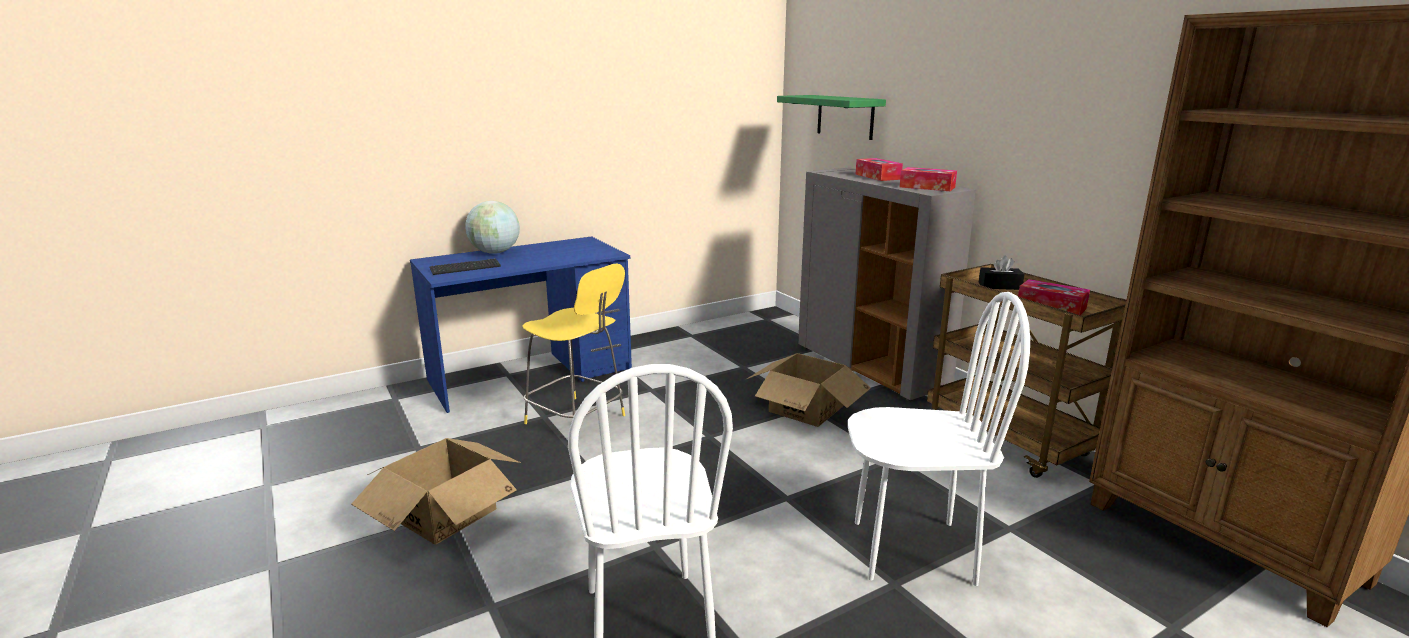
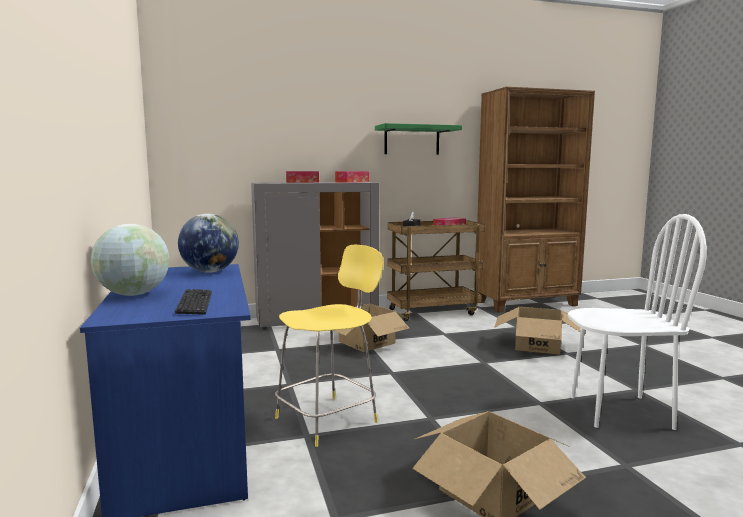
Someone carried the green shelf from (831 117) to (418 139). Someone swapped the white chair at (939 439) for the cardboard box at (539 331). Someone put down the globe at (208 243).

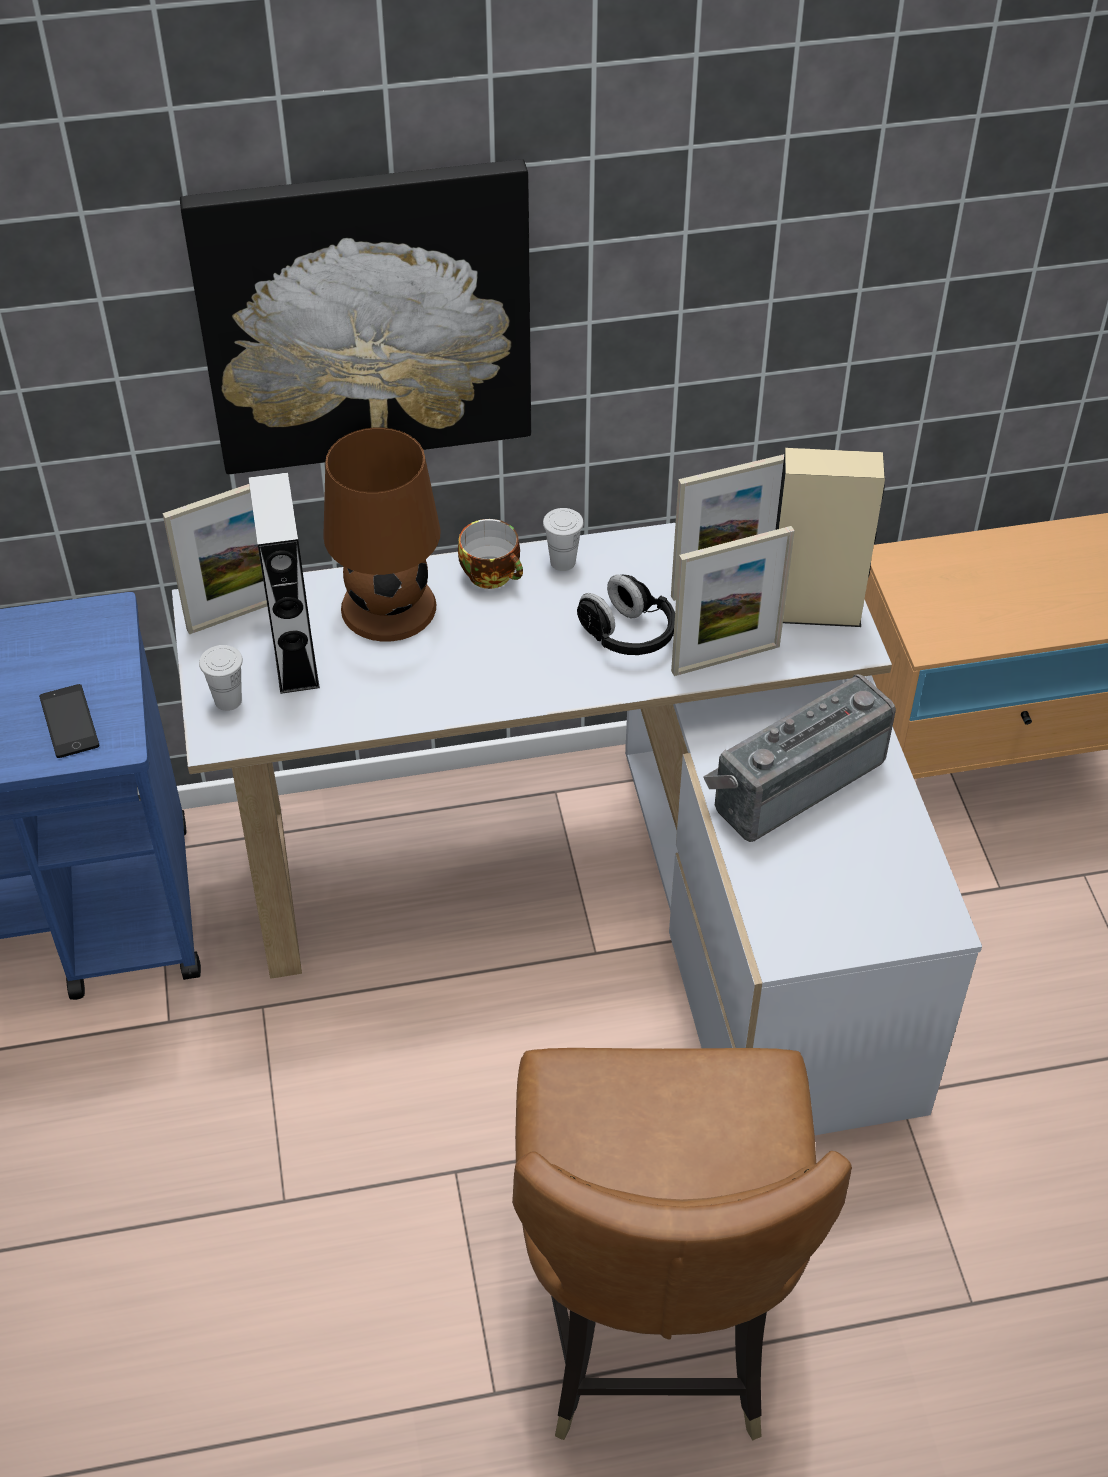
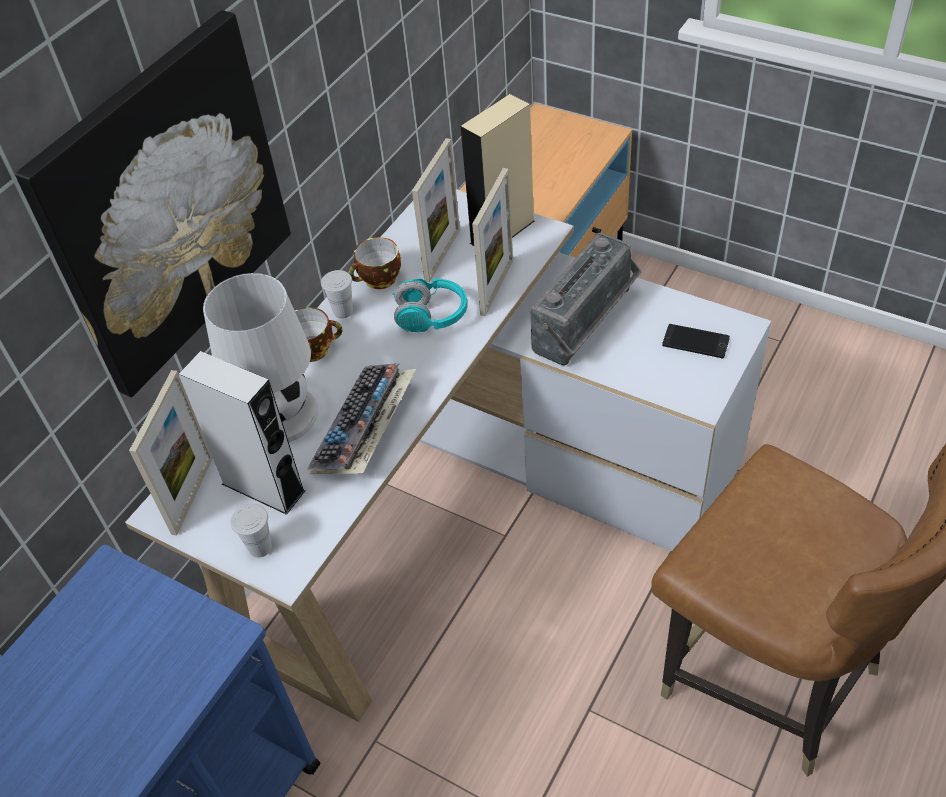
Someone repainted the brown table lamp at (382 534), which became the white table lamp at (260 357). Someone repainted the black headphones at (626 614), which became the turquoise headphones at (430 305). Someone rotated the radio at (799 758) by 150 degrees counterclockwise. Someone carried the phone from (69 721) to (696 341). Someone put down the cup at (375 263). Someone put down the keyboard at (362 418).

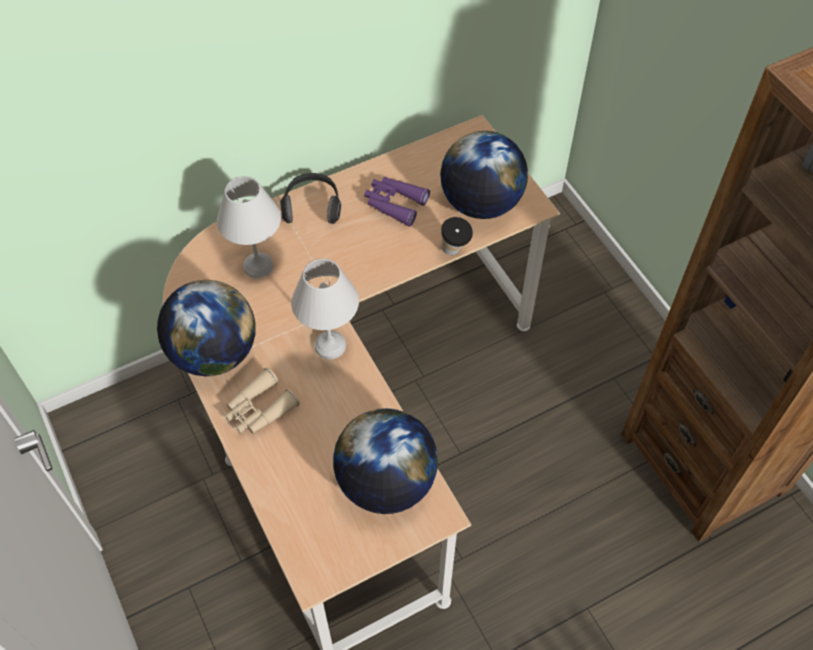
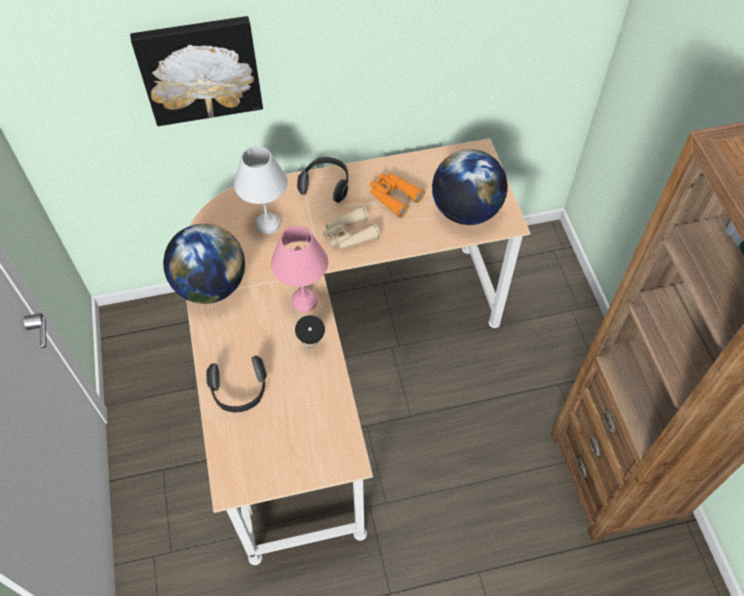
Someone repainted the purple binoculars at (397 202), which became the orange binoculars at (397 195). Someone carried the cup from (457 236) to (310 331). Someone repainted the white table lamp at (325 309), which became the pink table lamp at (299 269). Someone carried the beige binoculars from (262 400) to (351 228). Someone took away the globe at (385 461). Someone put up the picture at (196 71). Someone put down the headphones at (236 383).

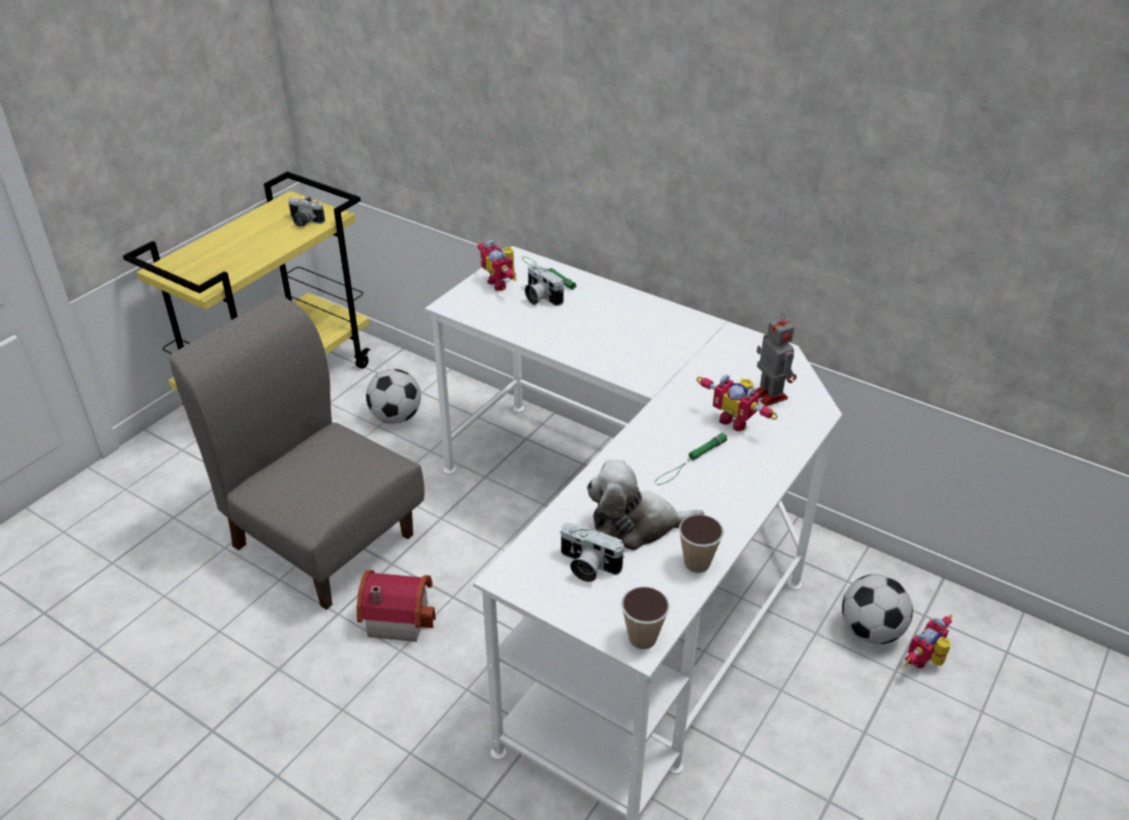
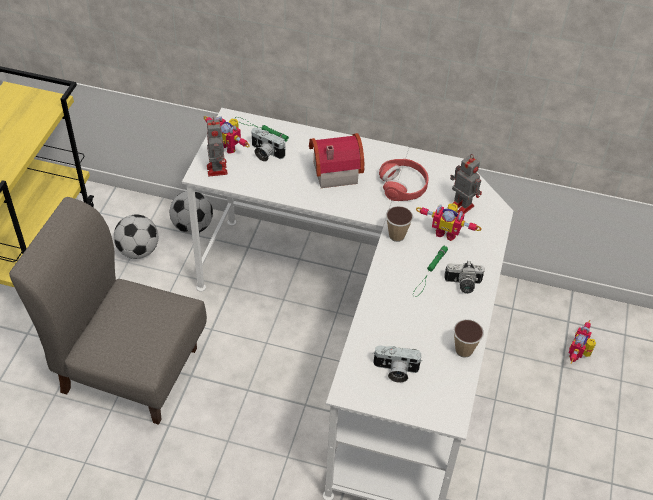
Someone carried the photo camera from (306 211) to (464 277). Someone took away the plush toy at (645 504). Someone carried the toy house from (396 606) to (336 160). Someone carried the football from (877 609) to (191 212). Someone carried the cup from (645 617) to (399 224). Someone put down the toy robot at (217 147). Someone put down the red headphones at (404 180).

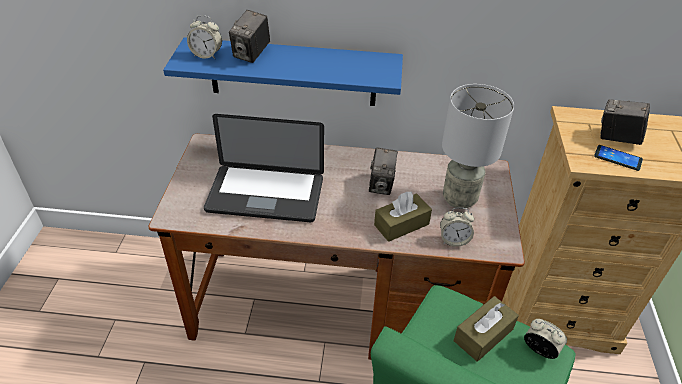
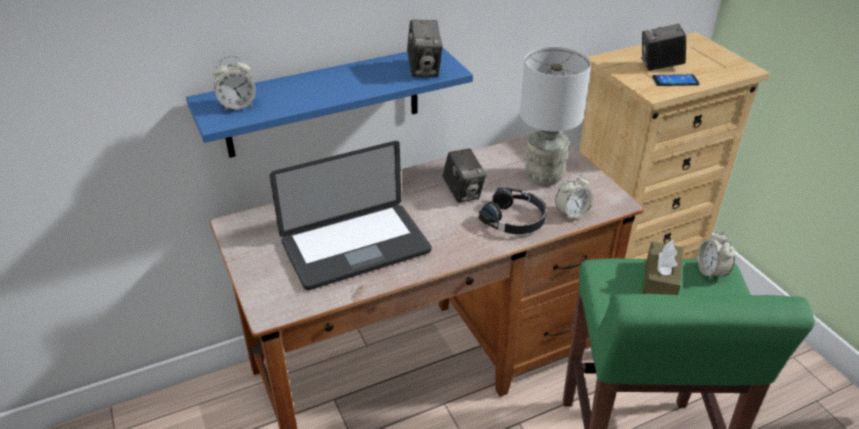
Someone carried the photo camera from (249 36) to (425 48). Someone swapped the brown tissue box at (403 217) for the black headphones at (513 211). Someone rotated the alarm clock at (545 339) by 105 degrees counterclockwise.

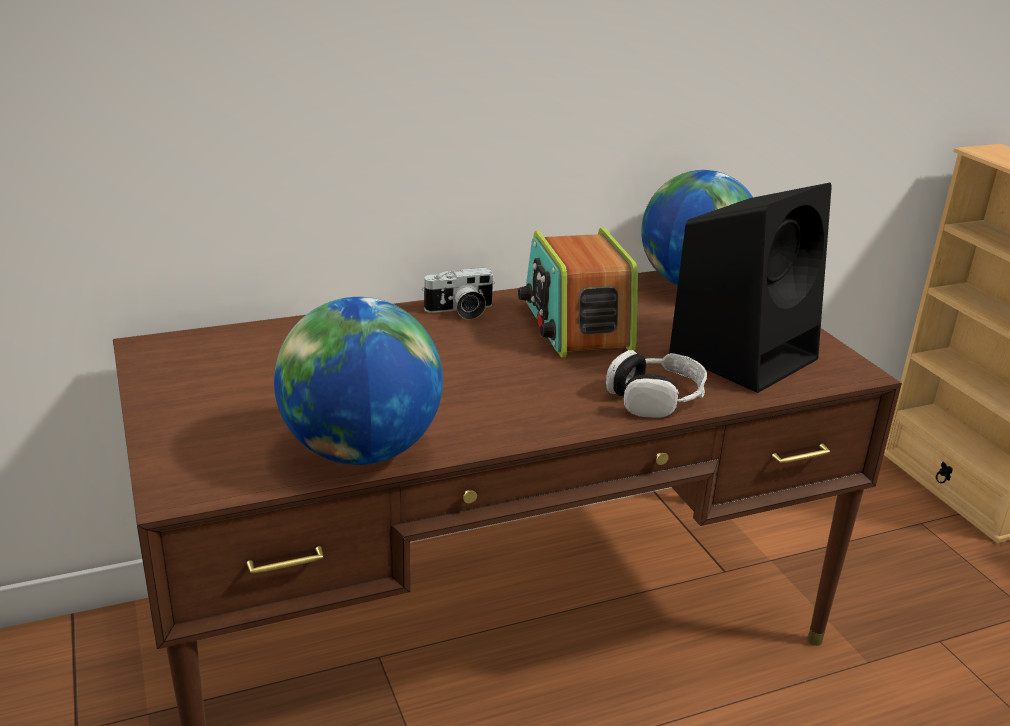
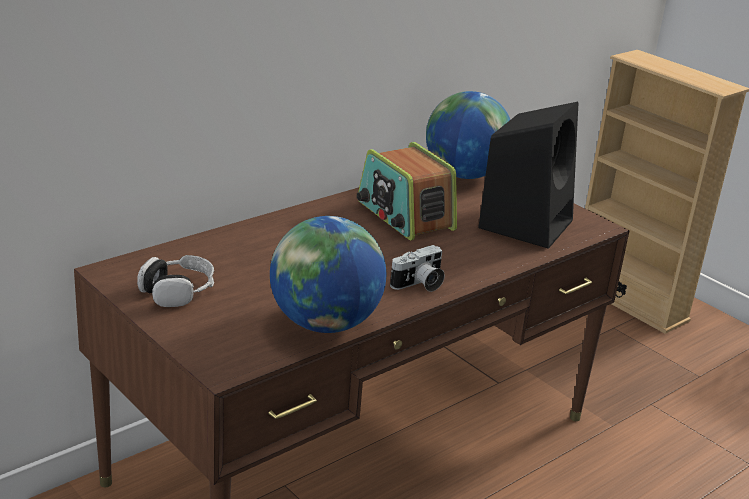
Someone carried the photo camera from (458 294) to (417 268). Someone carried the headphones from (656 384) to (175 281).

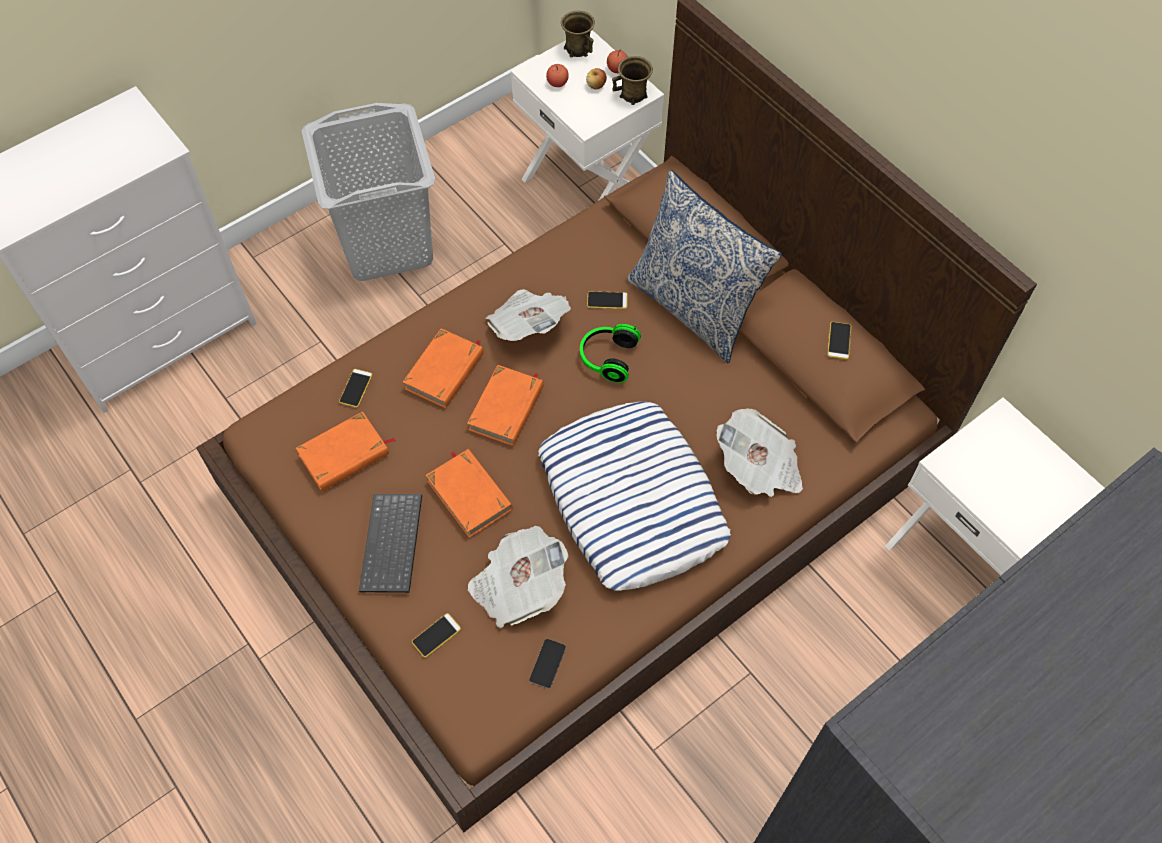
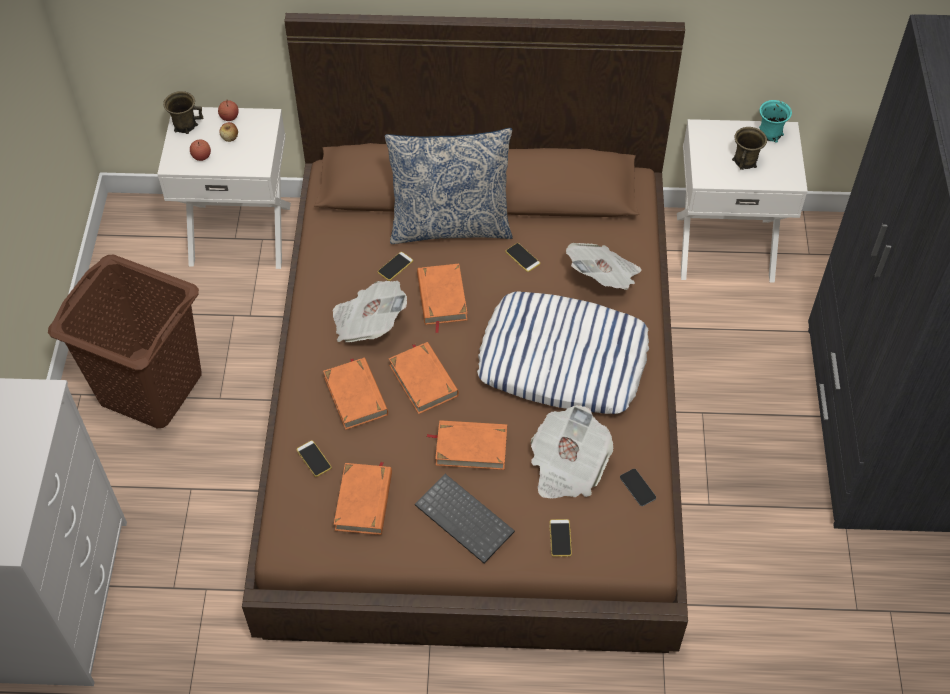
Someone carried the brown mug from (632 80) to (749 148). Someone repainted the grey laundry basket at (368 192), which became the brown laundry basket at (124 341). Someone carried the phone from (839 341) to (522 257). Someone swapped the headphones at (610 353) for the orange book at (442 298). Someone put down the turquoise mug at (775 121).

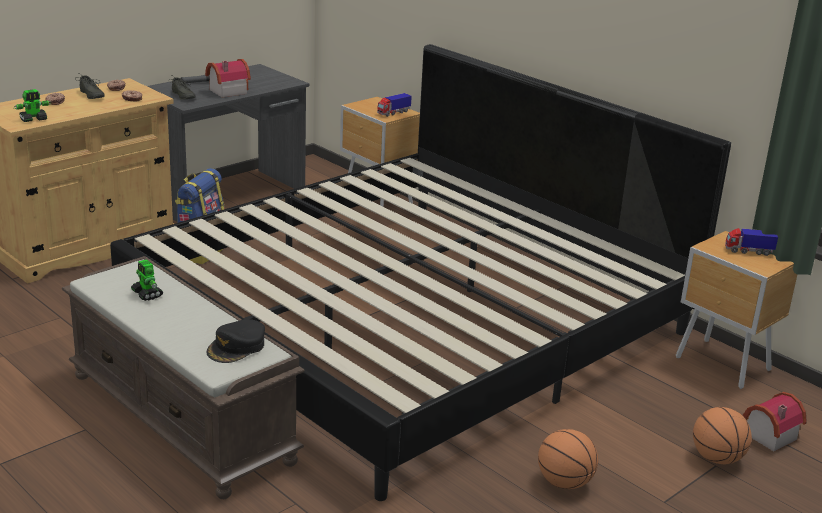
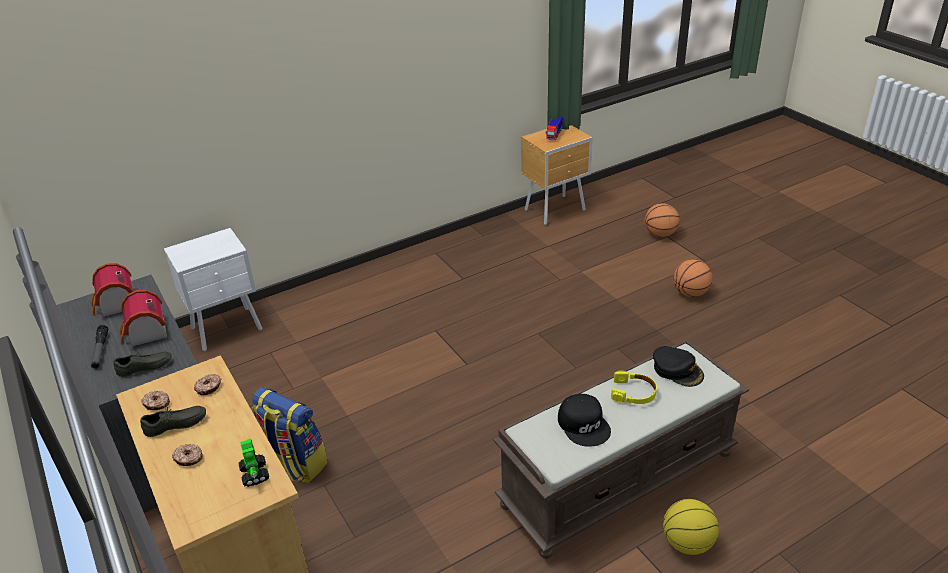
Someone took away the bed at (420 272). Someone took away the toy truck at (394 105). Someone repainted the brown nightstand at (380 152), which became the white nightstand at (213 289). Someone swapped the toy robot at (147 280) for the black cap at (584 420). Someone carried the toy house from (775 421) to (112 290). Someone put down the yellow headphones at (634 387). Someone put down the basketball at (691 527).

